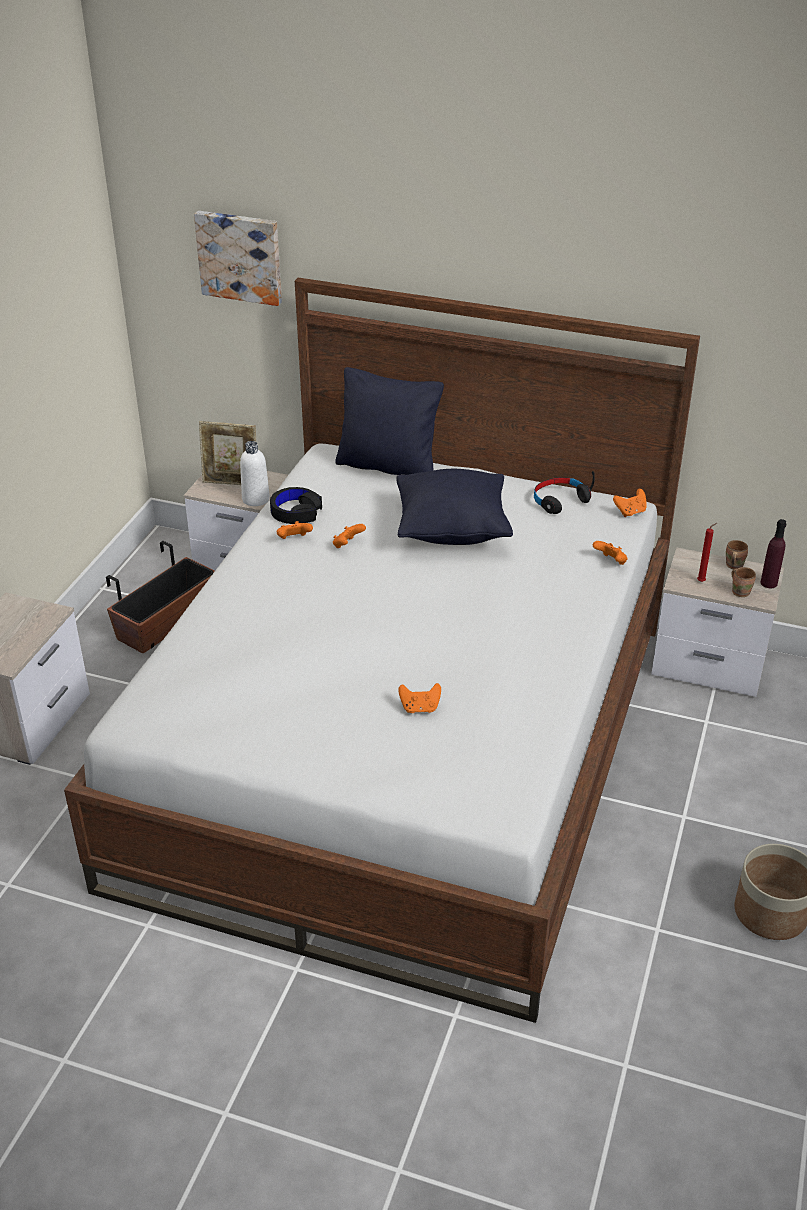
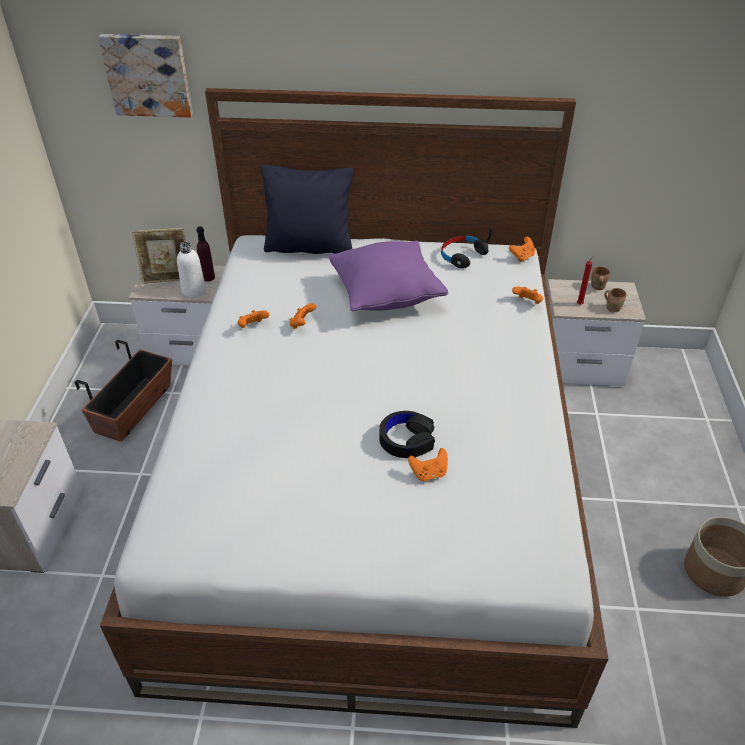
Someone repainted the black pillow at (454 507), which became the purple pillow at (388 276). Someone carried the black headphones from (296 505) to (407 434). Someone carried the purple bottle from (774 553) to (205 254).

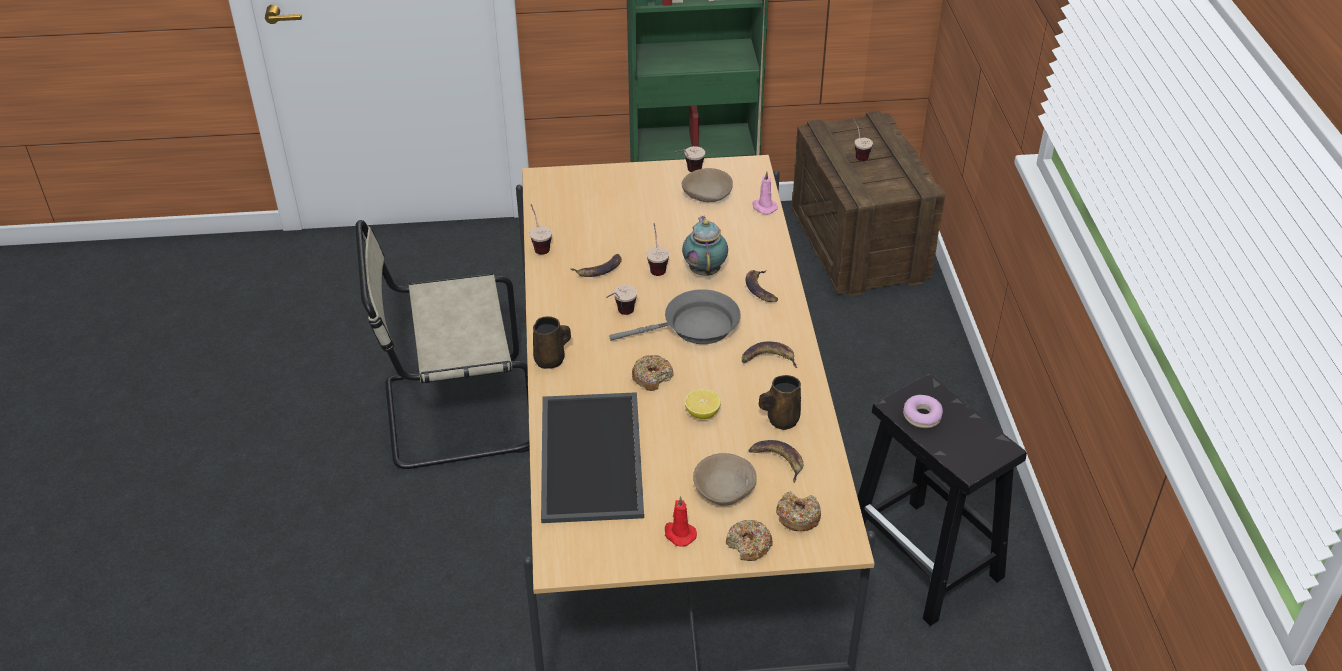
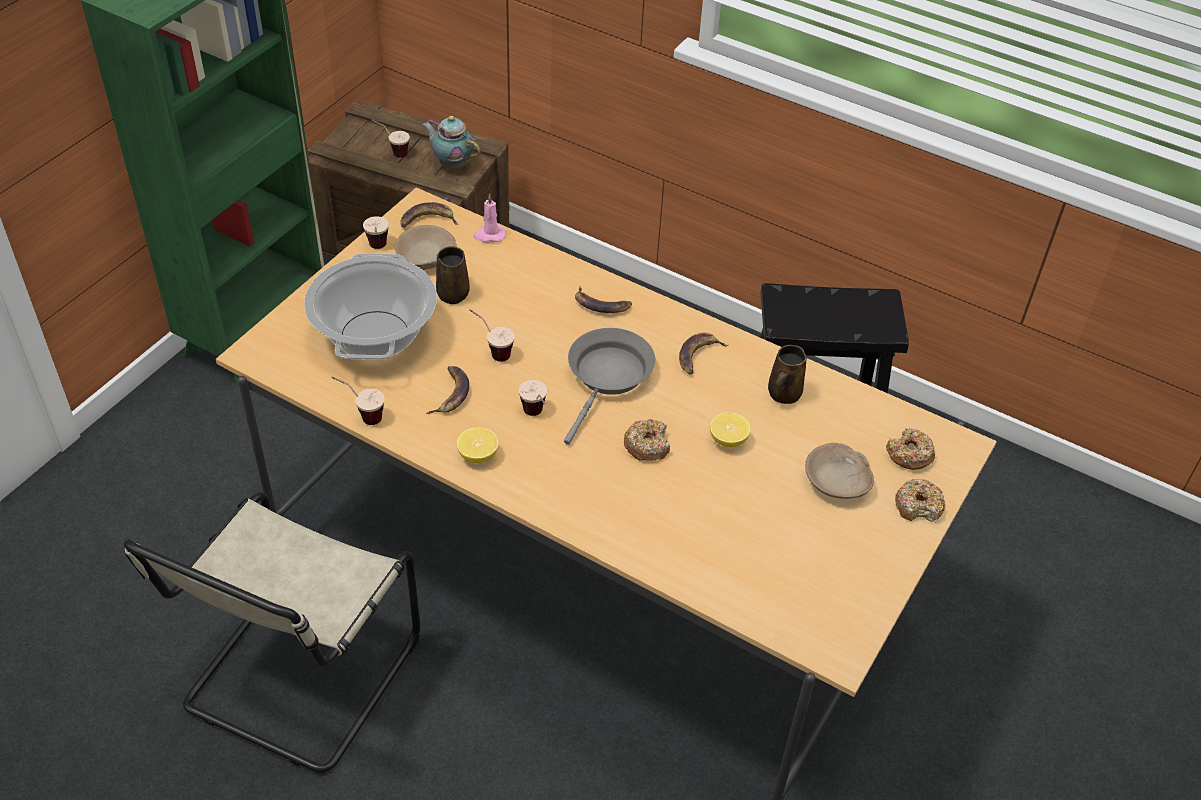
Someone carried the teapot from (705 245) to (451 142). Someone carried the brown mug from (552 342) to (453 275). Someone took away the tray at (592 457). Someone took away the donut at (923 411). Someone carried the banana from (775 461) to (429 215). Someone took away the red candle at (681 521). Someone put down the cooking pot at (370 306). Someone put down the lemon at (478 445).

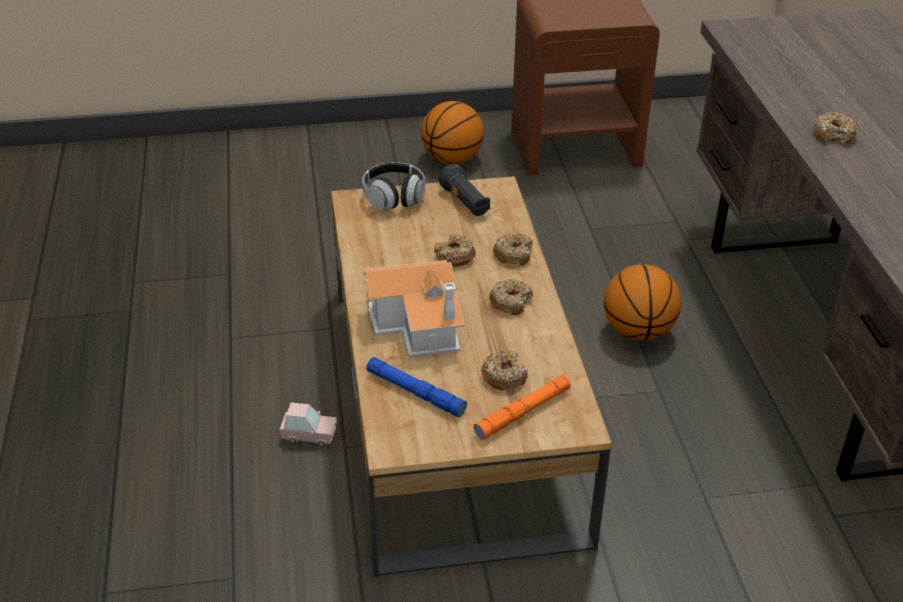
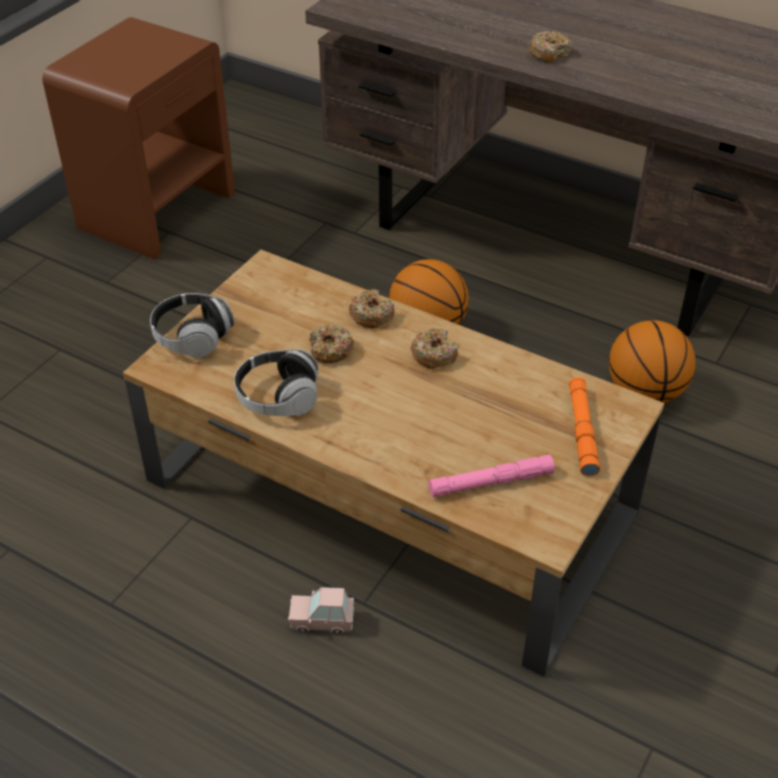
Someone carried the basketball from (452 132) to (652 361). Someone took away the black flashlight at (464 190). Someone took away the toy house at (414 308). Someone took away the donut at (504 370). Someone repainted the blue flashlight at (416 387), which became the pink flashlight at (491 476). Someone rotated the pink toy car at (308 424) by 135 degrees counterclockwise. Someone put down the headphones at (277 383).

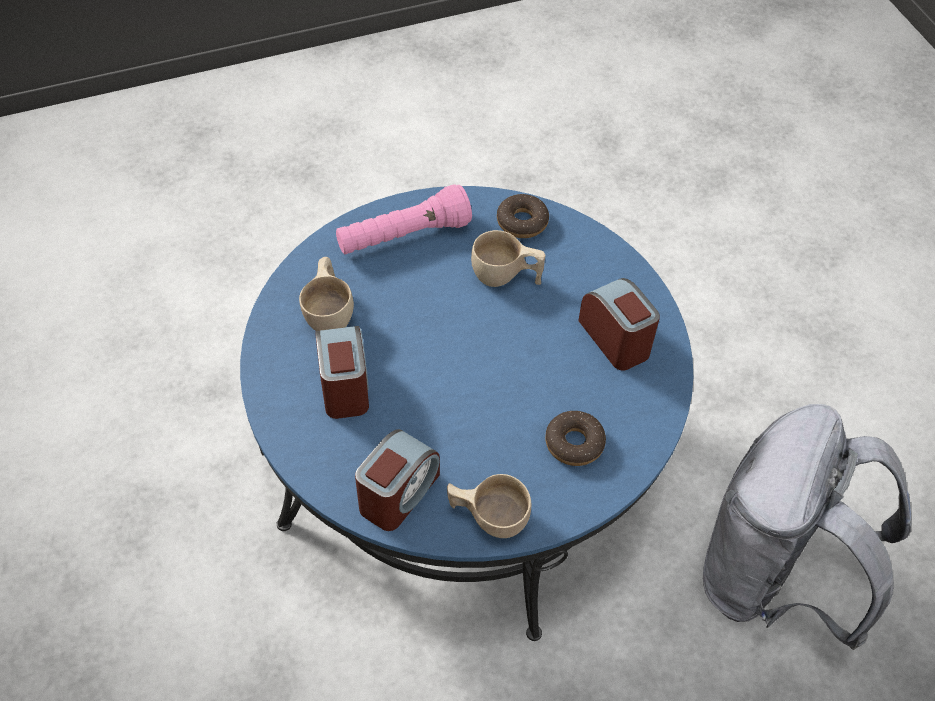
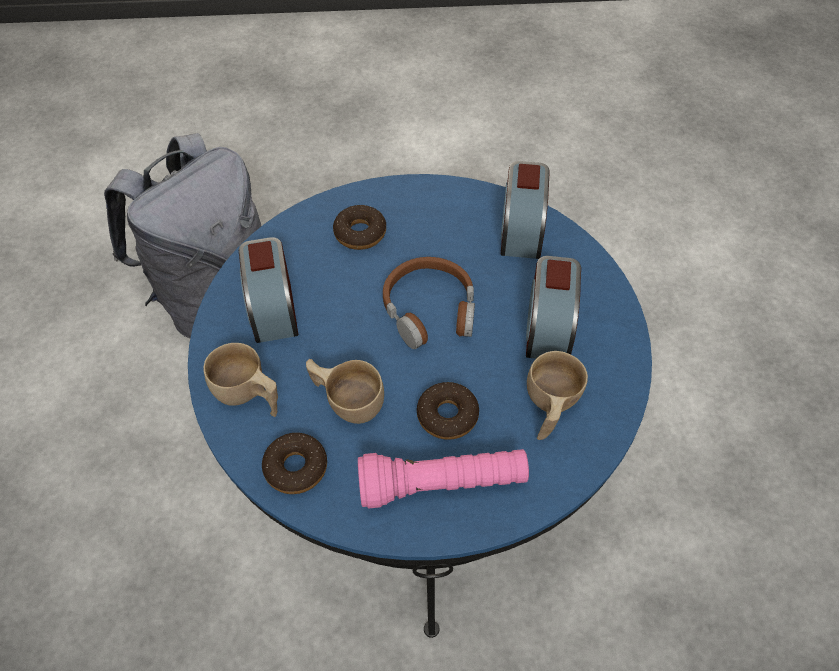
Someone rotated the alarm clock at (397 480) by 45 degrees counterclockwise. Someone carried the beige cup from (489 506) to (241 380). Someone put down the brown headphones at (429 303). Someone put down the donut at (448 411).

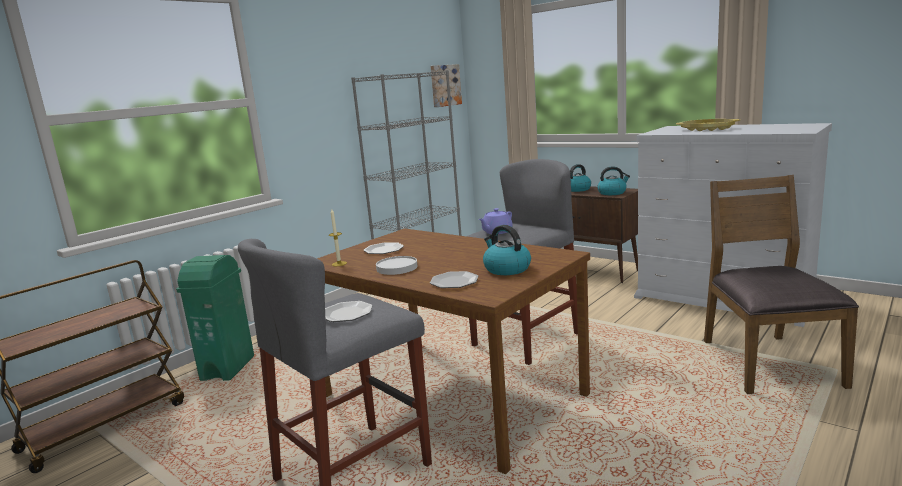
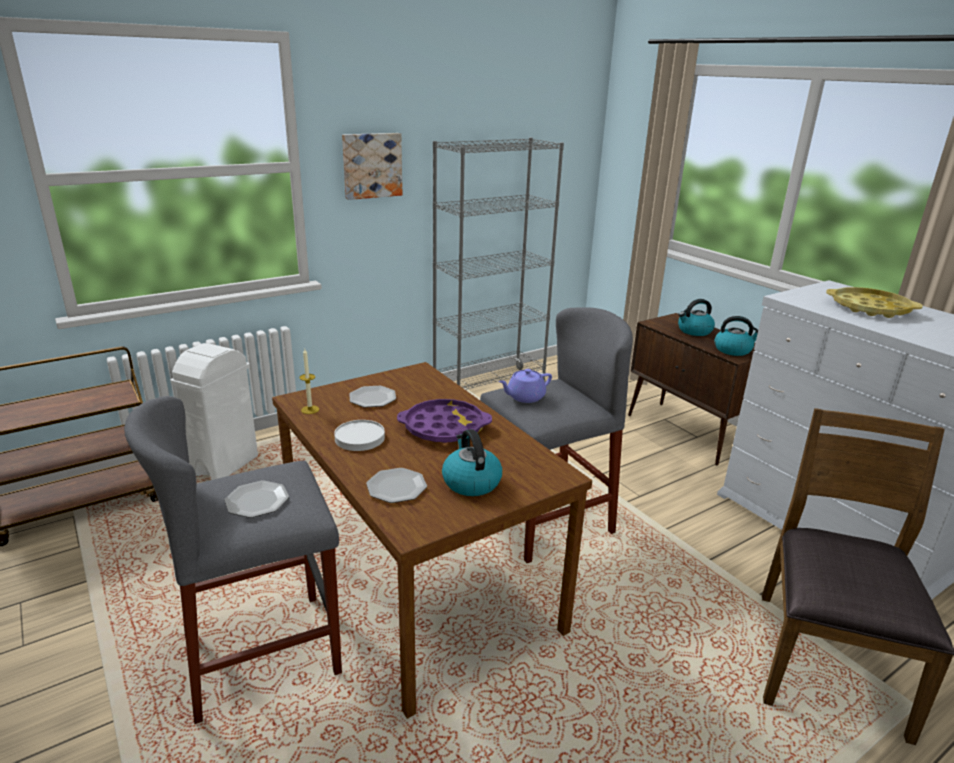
Someone carried the picture from (446 85) to (372 166). Someone repainted the green trash can at (215 318), which became the white trash can at (214 411). Someone put down the purple tray at (444 421).

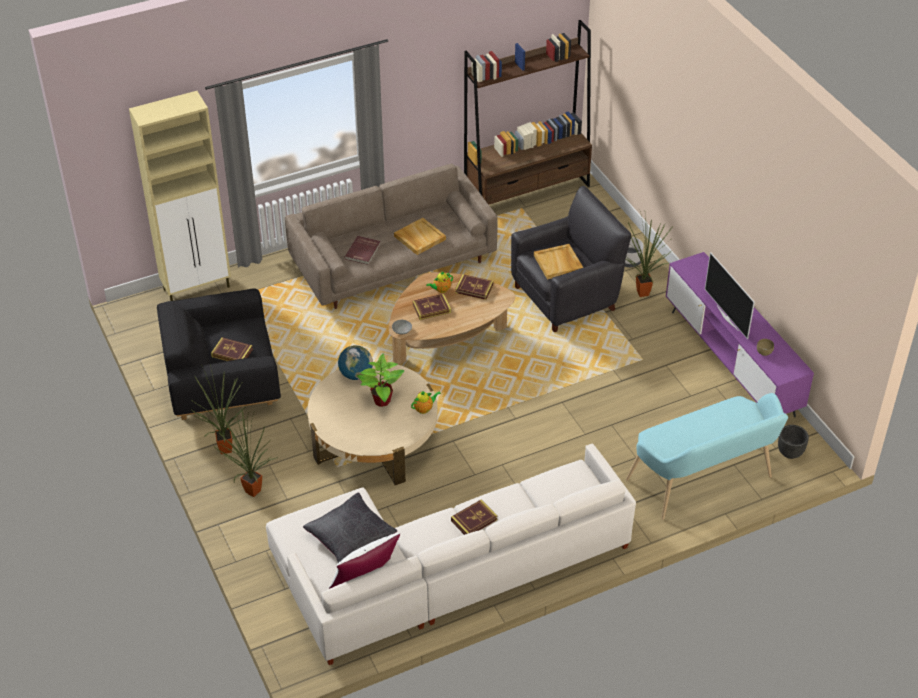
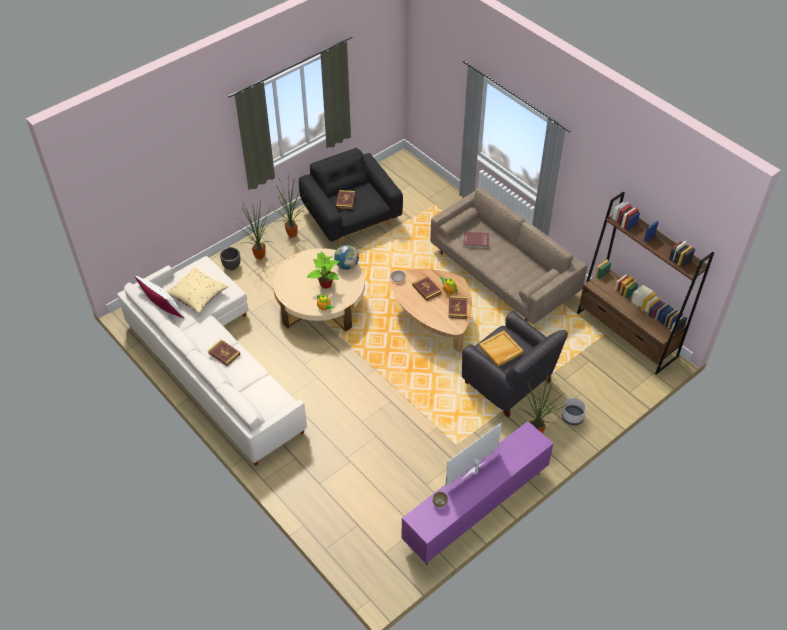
Someone took away the beige cabinet at (180 196). Someone took away the beige tray at (420 236). Someone took away the turquoise bench at (707 456). Someone carried the black planter from (793 442) to (230 258). Someone repainted the black pillow at (350 528), which became the beige pillow at (197 290).

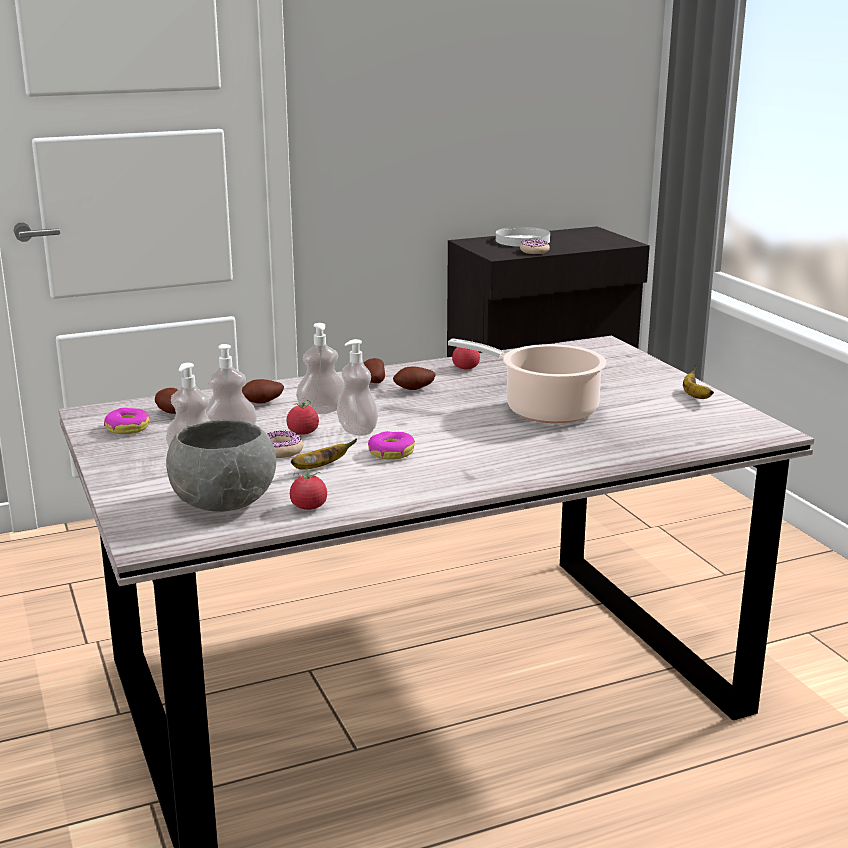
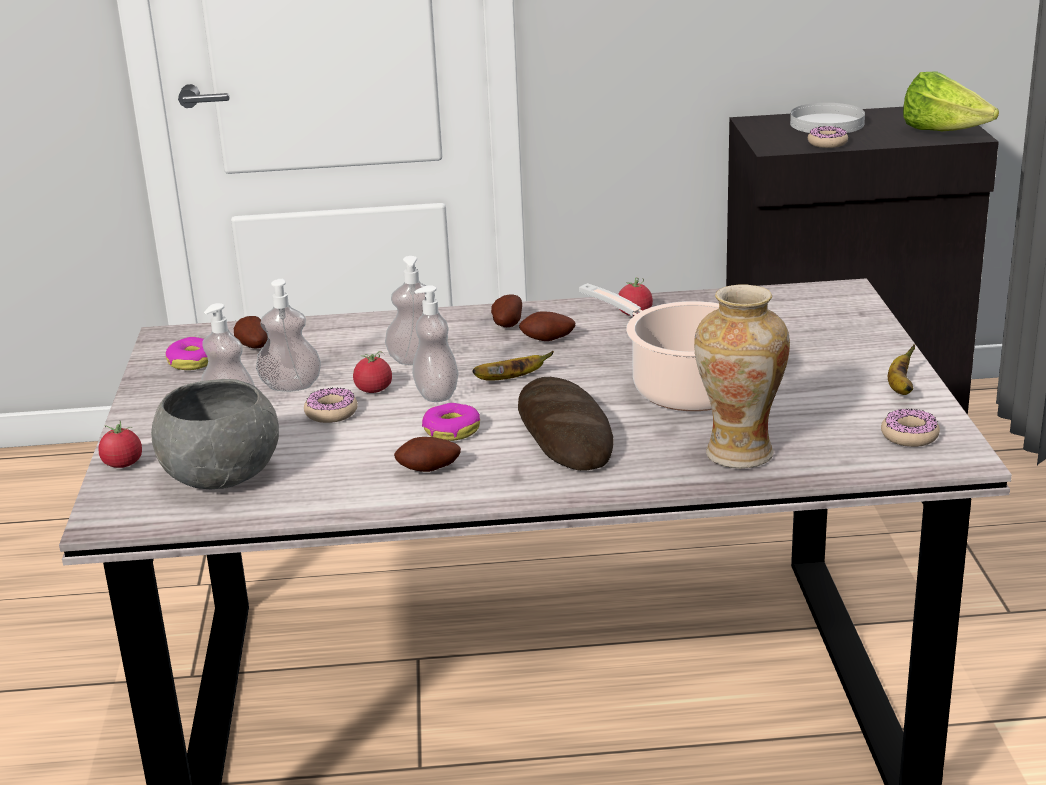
Someone carried the potato from (263 391) to (427 454). Someone carried the banana from (324 454) to (513 365). Someone carried the tomato from (308 489) to (120 444). Someone put down the lettuce at (951 101). Someone put down the vase at (742 376). Someone put down the bread at (566 424). Someone put down the donut at (910 428).

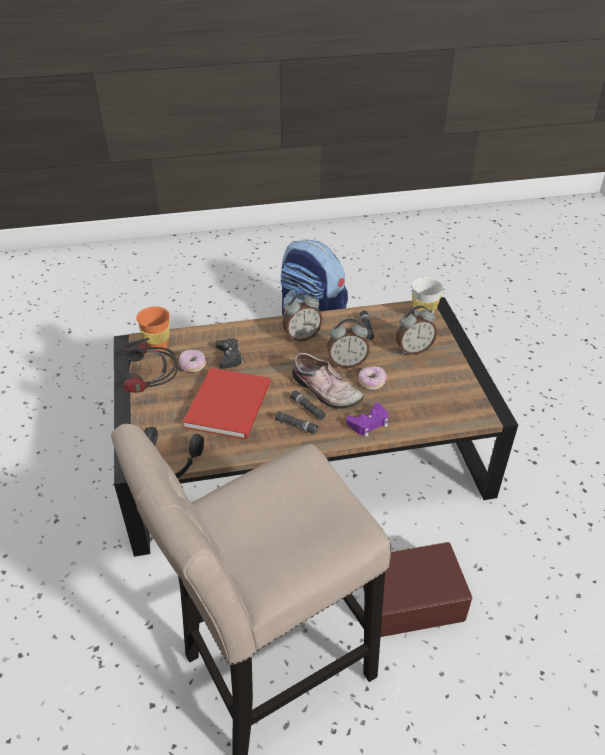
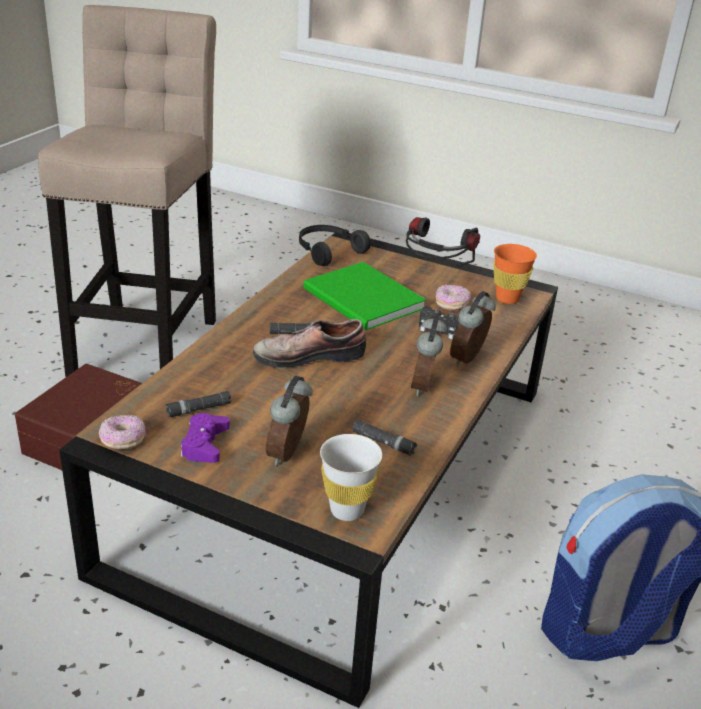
Someone carried the alarm clock from (348 343) to (473 328). Someone carried the donut from (373 378) to (122 432). Someone repainted the red book at (226 404), which became the green book at (364 296). Someone carried the purple game controller from (367 420) to (205 438). Someone carried the black flashlight from (297 422) to (198 404).

